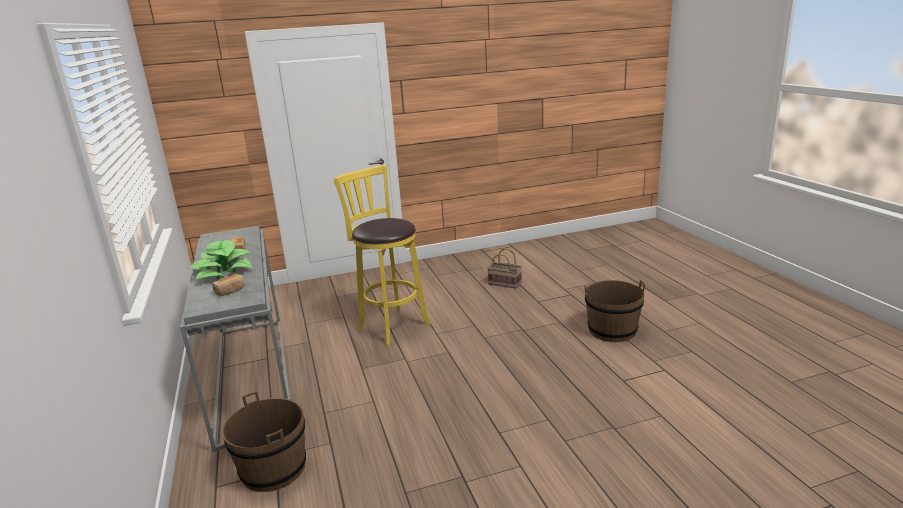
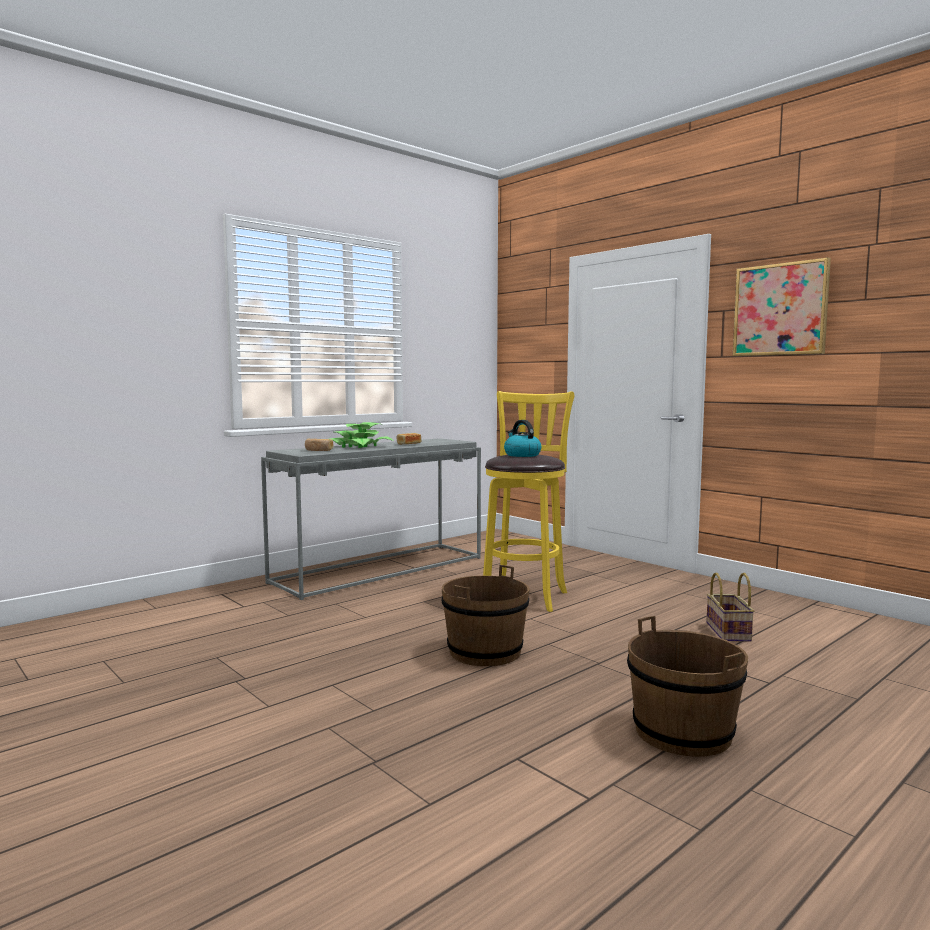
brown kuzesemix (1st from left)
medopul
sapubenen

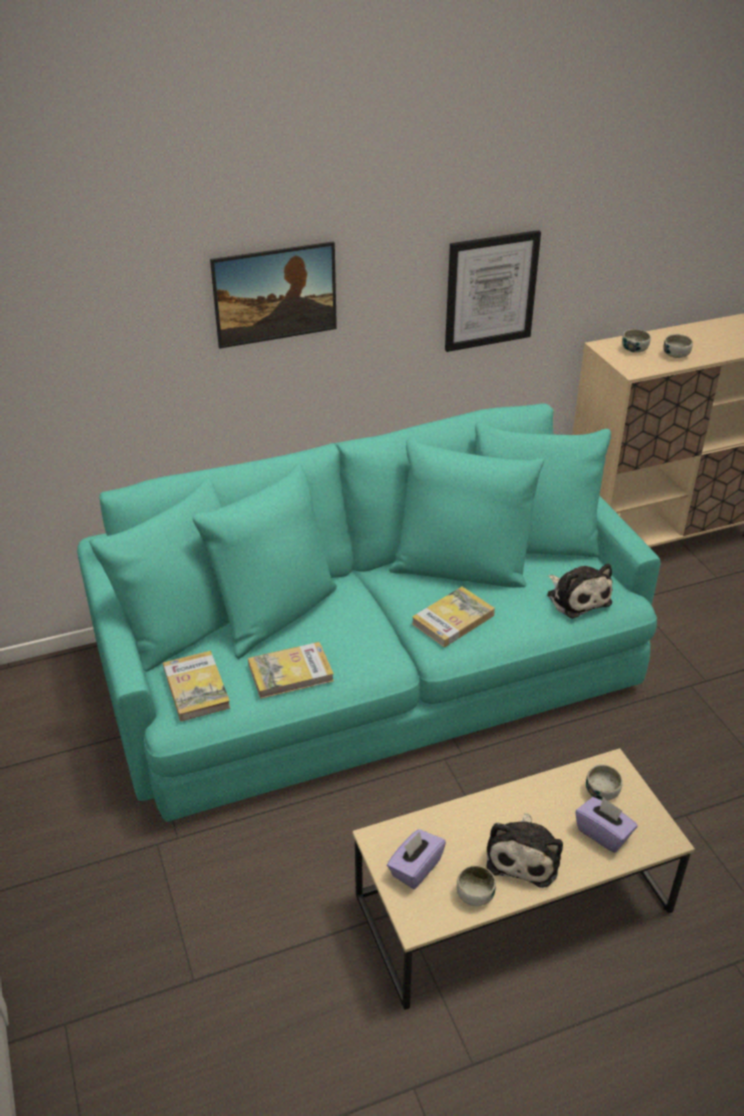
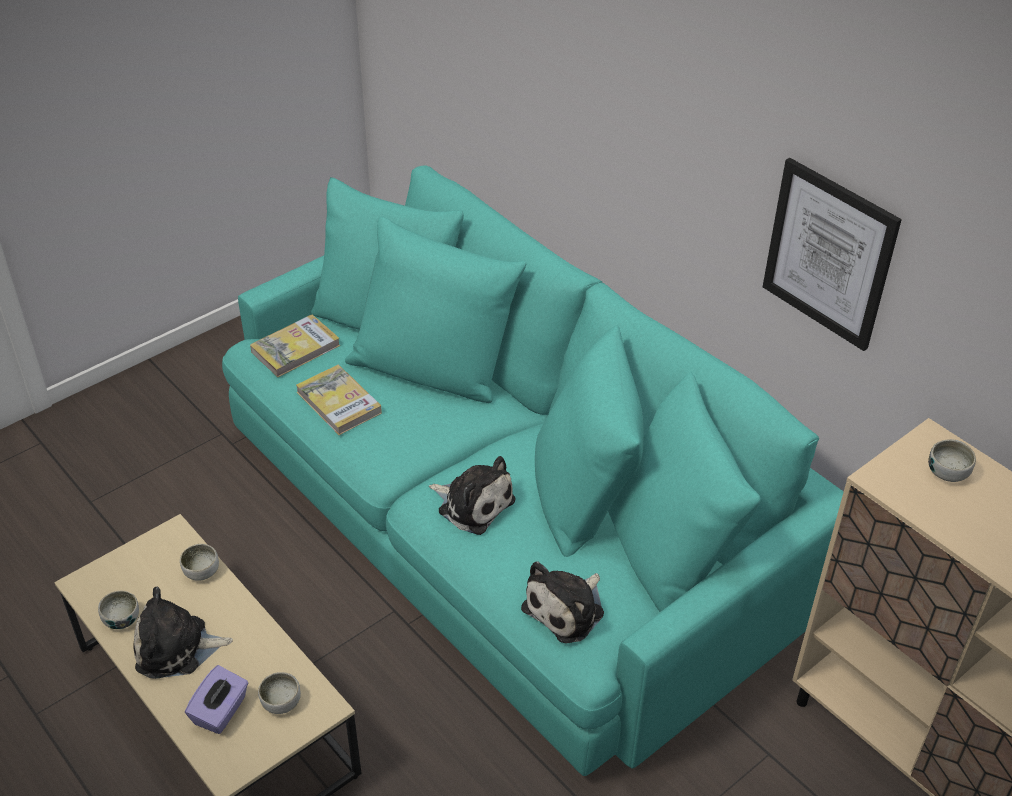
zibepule (2nd from left)
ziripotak (2nd from left)
sapubenen (1st from left in the first image)
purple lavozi (1st from left in the first image)

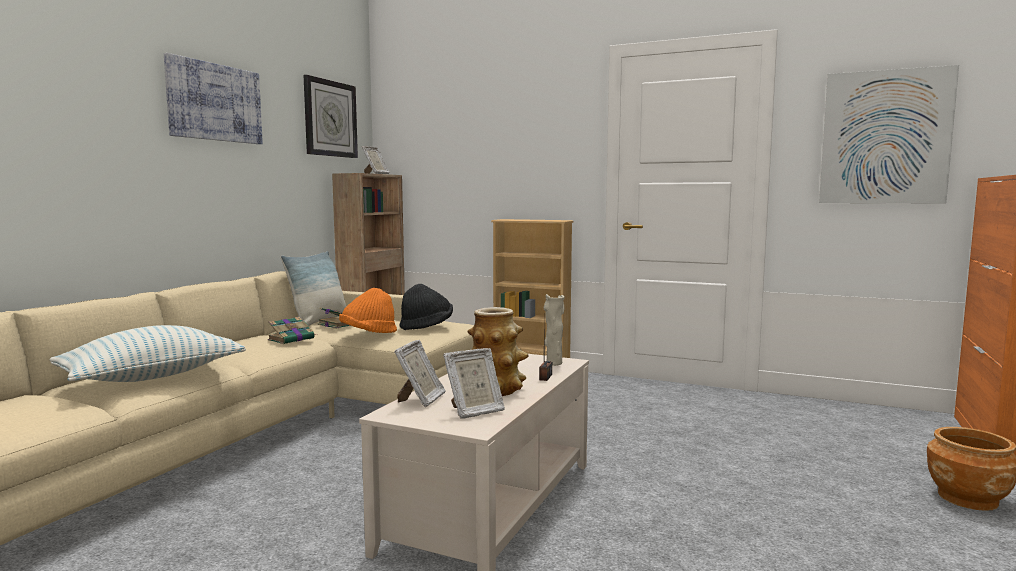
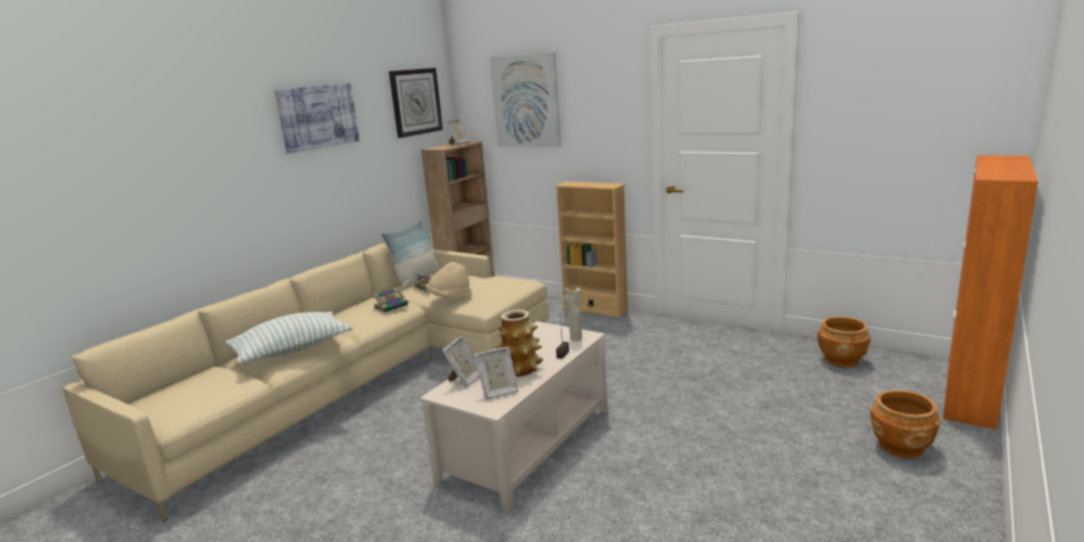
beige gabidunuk
sapubenen (2nd from left)
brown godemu (1st from left)
black gabidunuk

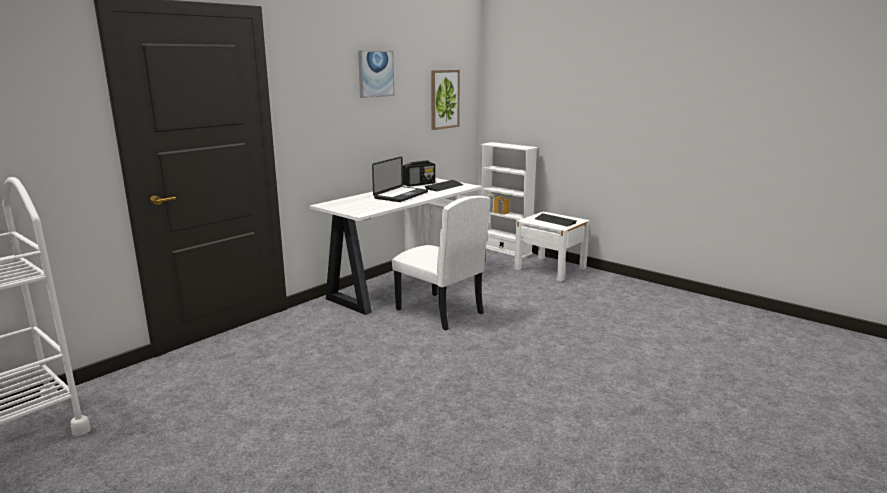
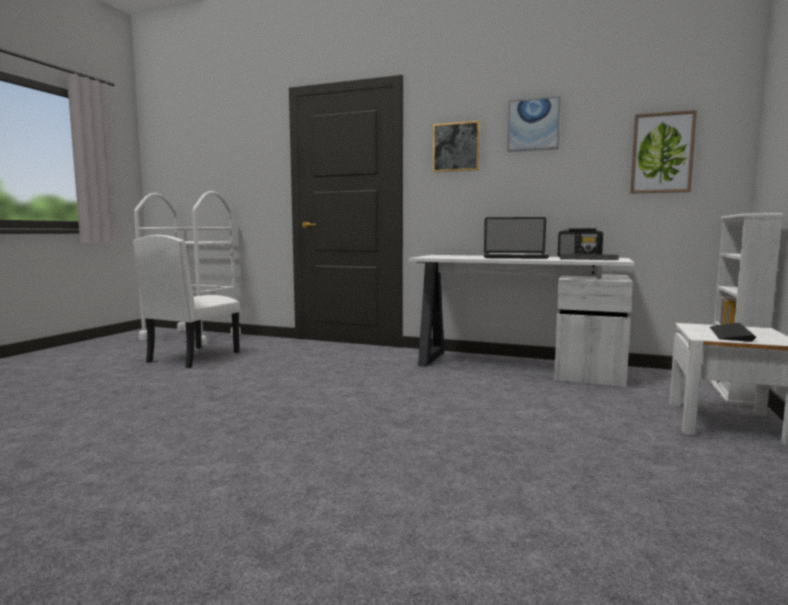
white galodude
sapubenen (1st from left)

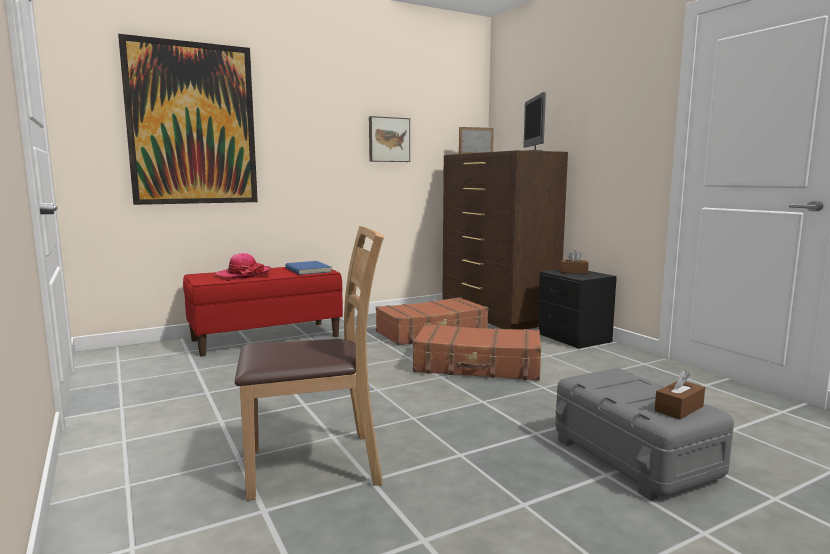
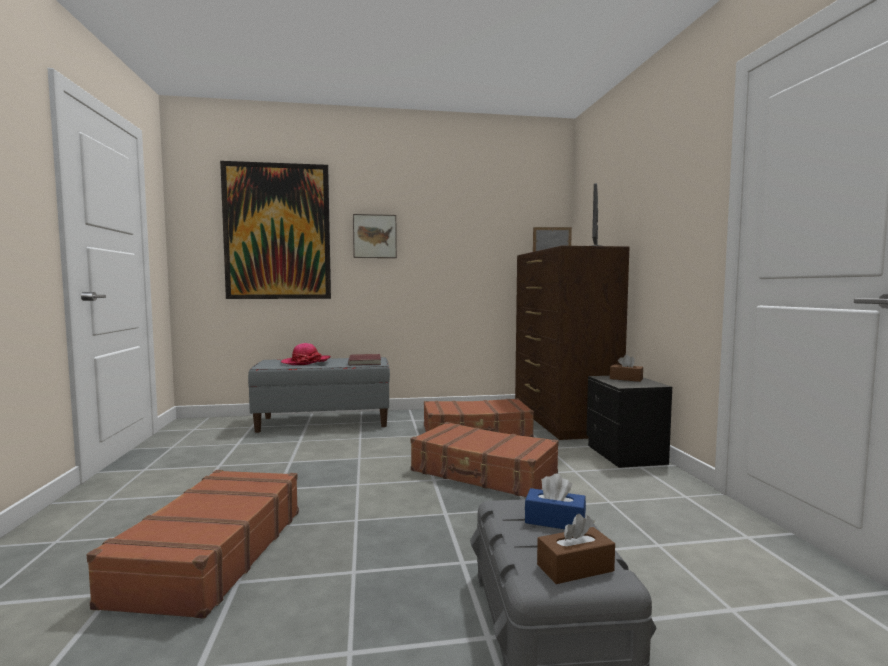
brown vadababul (1st from left)
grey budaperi
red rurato
sapubenen (2nd from left)
blue lavozi

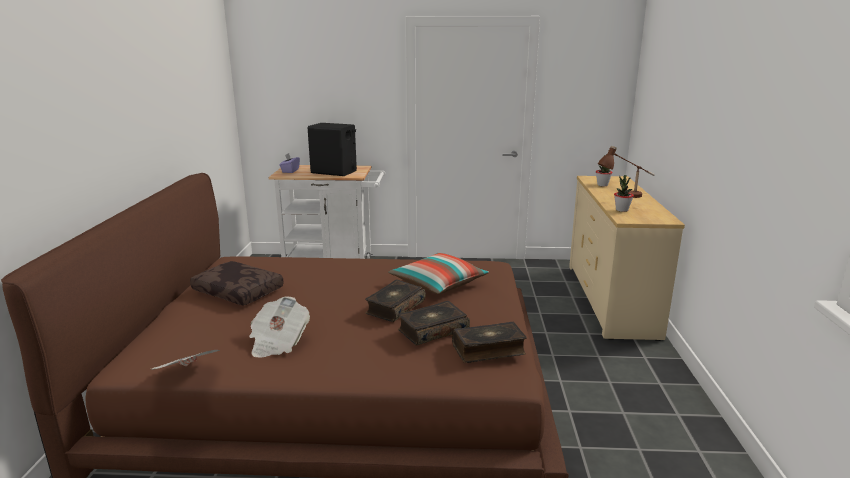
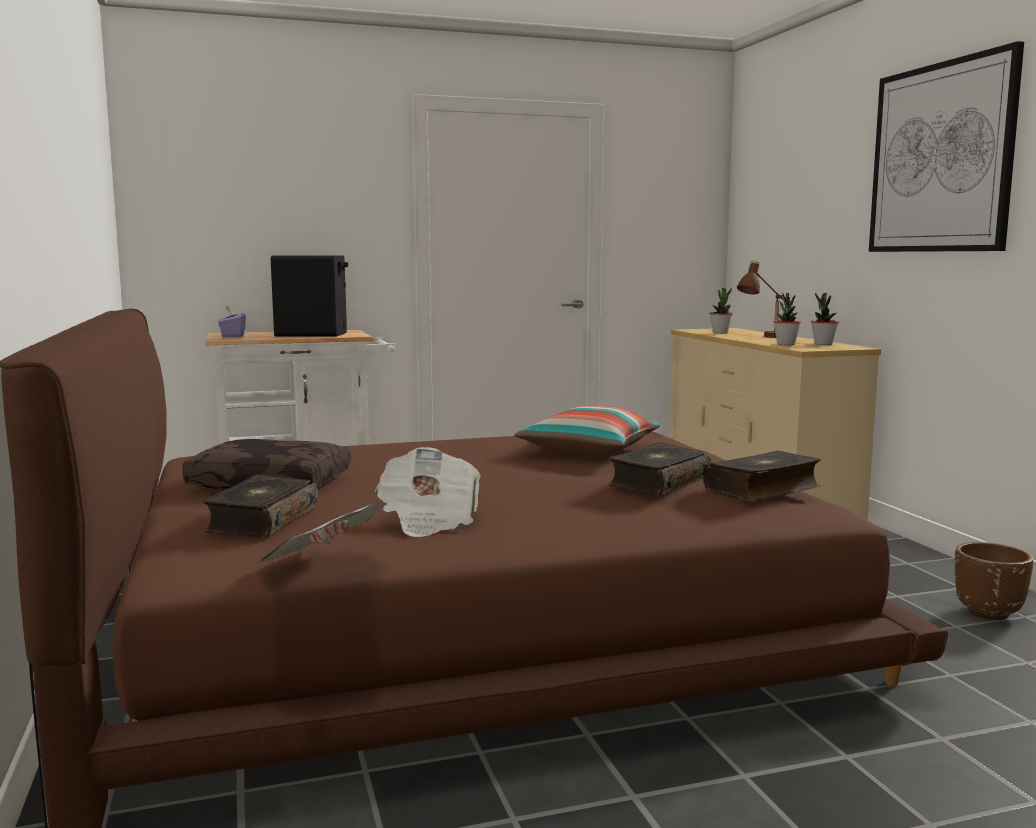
rurato (1st from left)
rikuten (3rd from left)
sapubenen
brown godemu

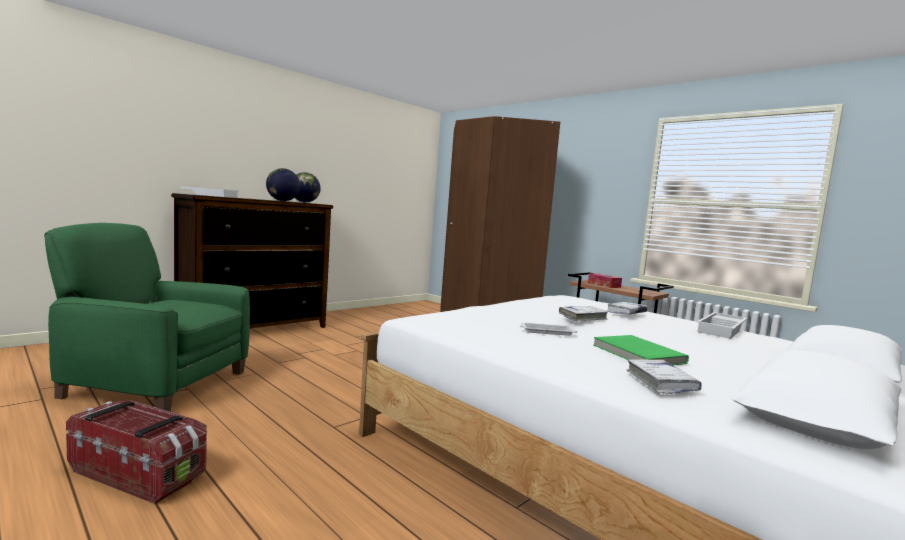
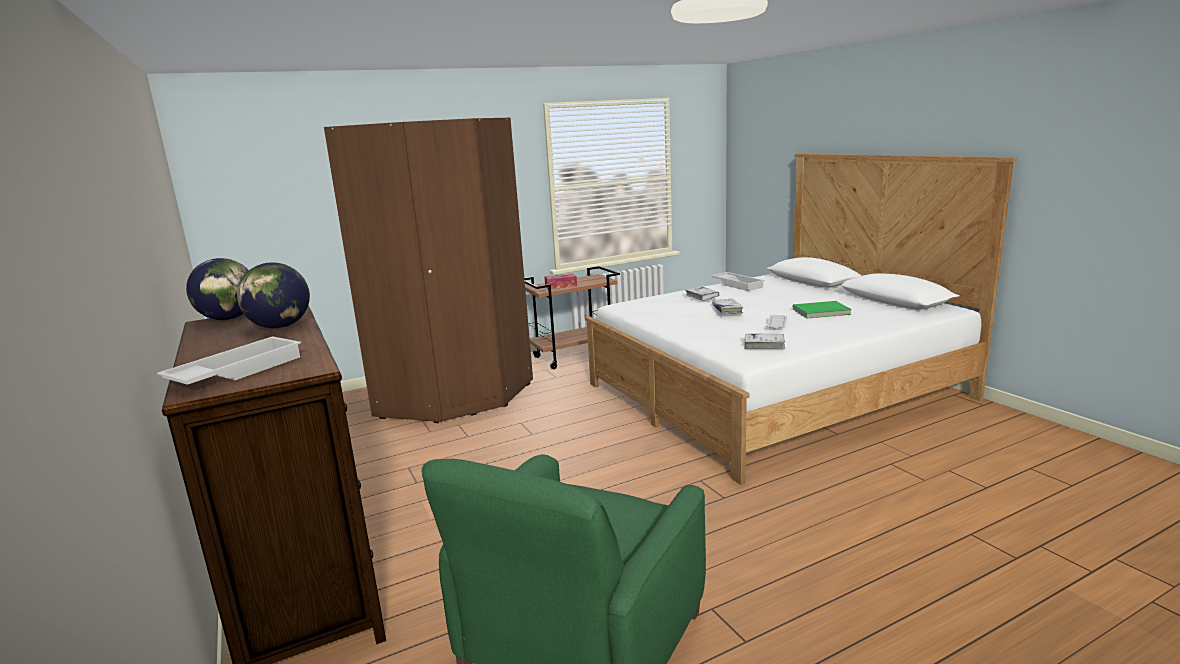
white rurato (3rd from left)
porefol

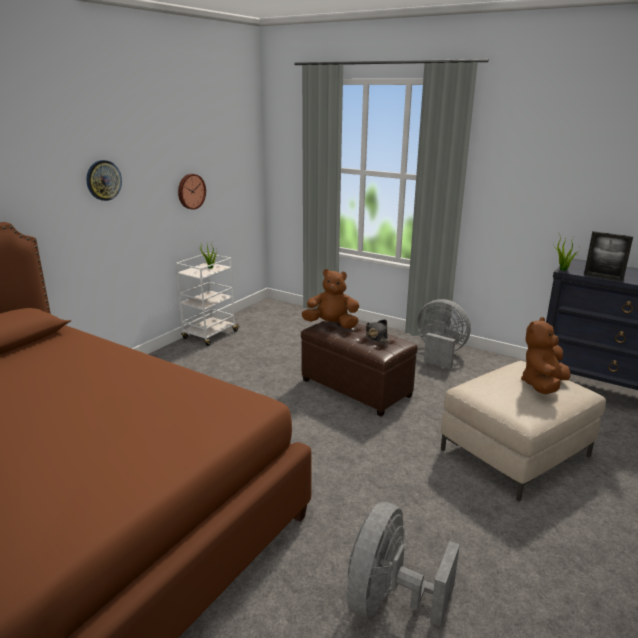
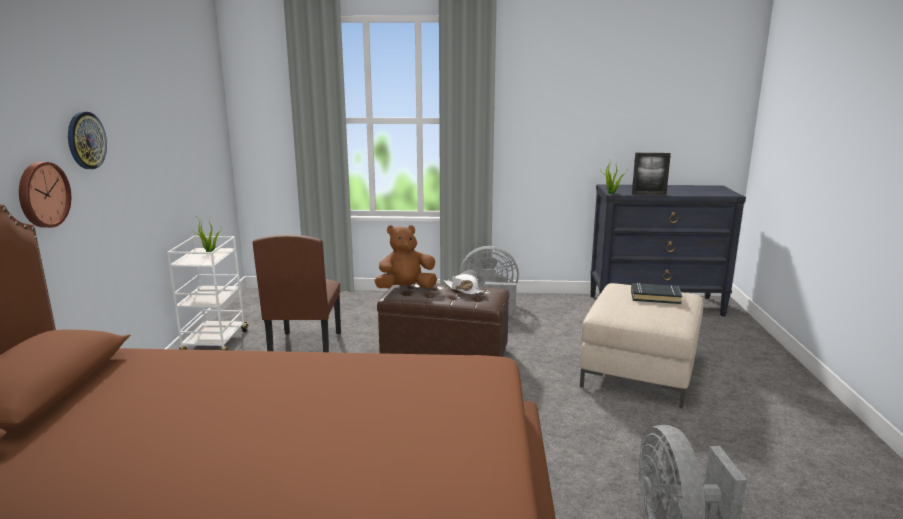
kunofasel (1st from left)
brown galodude
white gabidunuk
black rurato

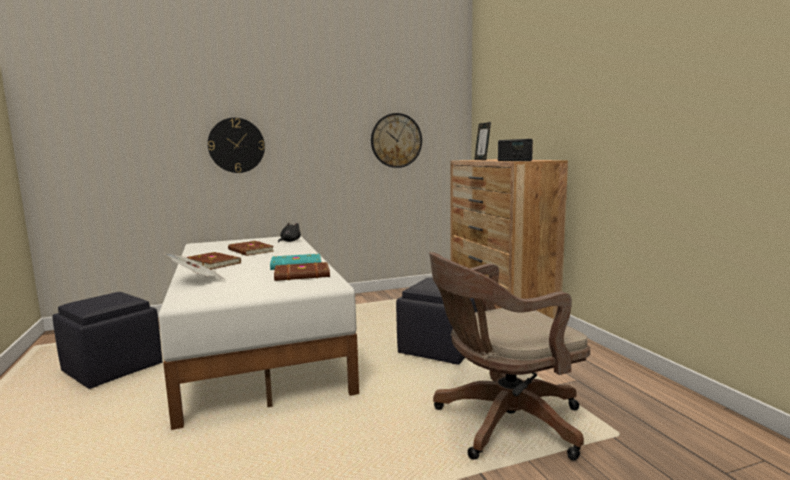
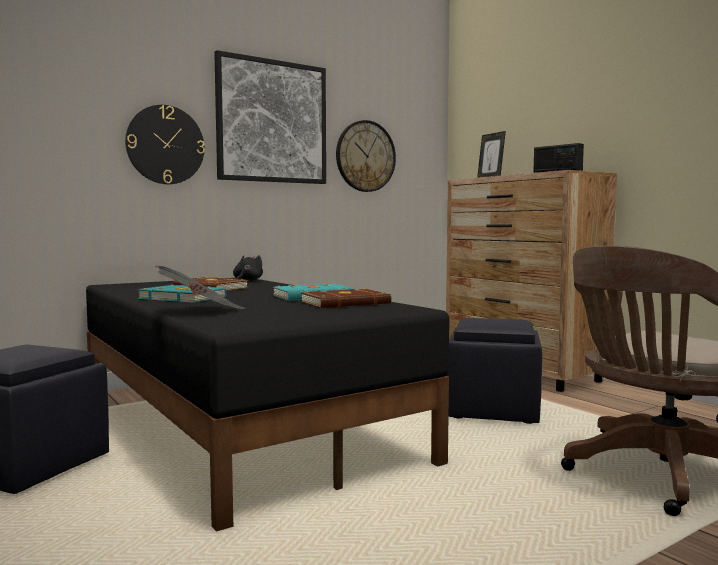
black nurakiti
turquoise rurato (1st from left)
sapubenen

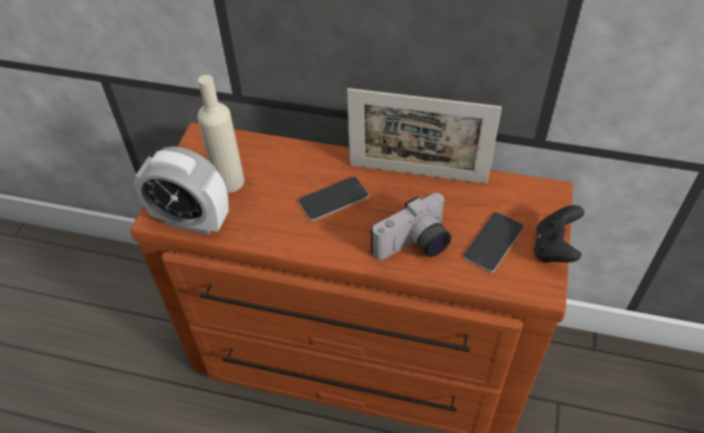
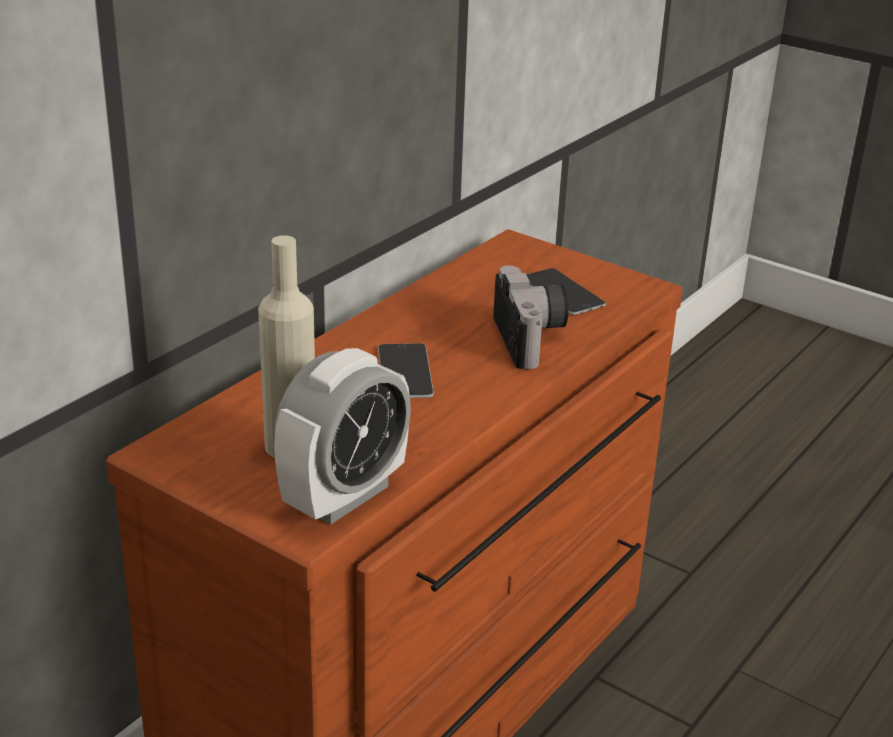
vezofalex
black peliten

